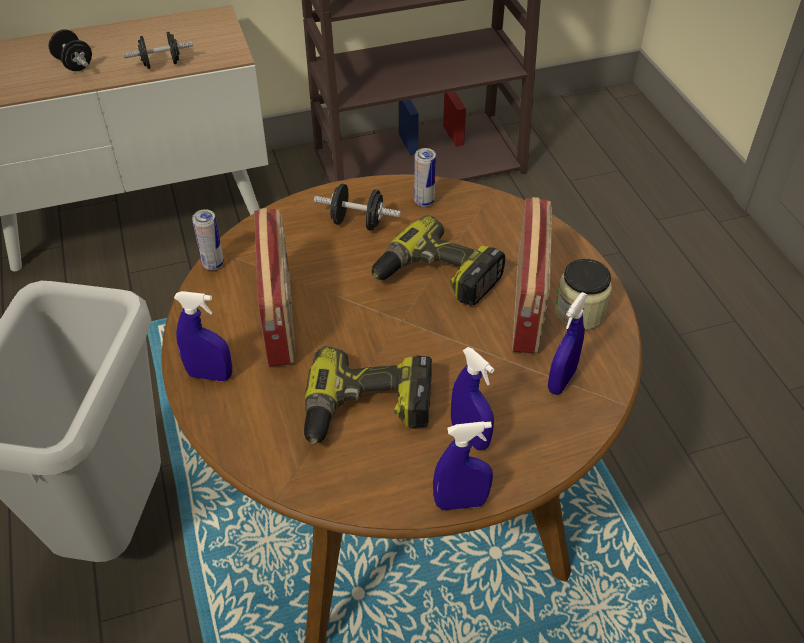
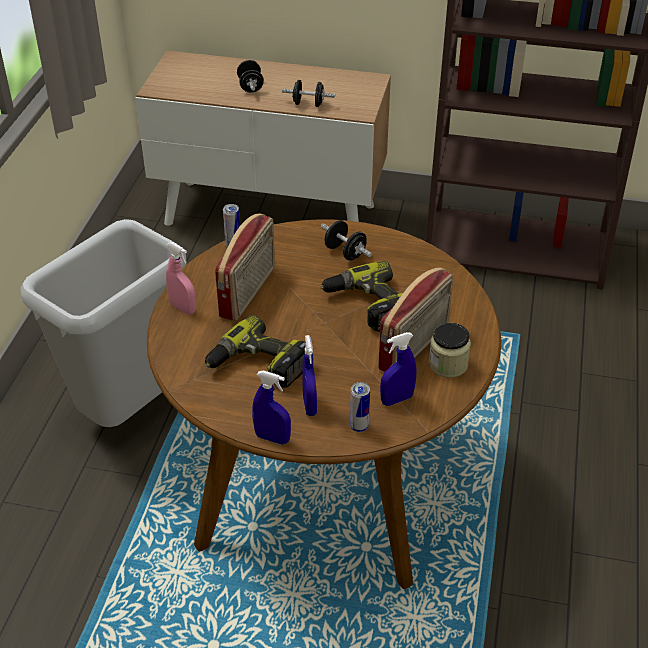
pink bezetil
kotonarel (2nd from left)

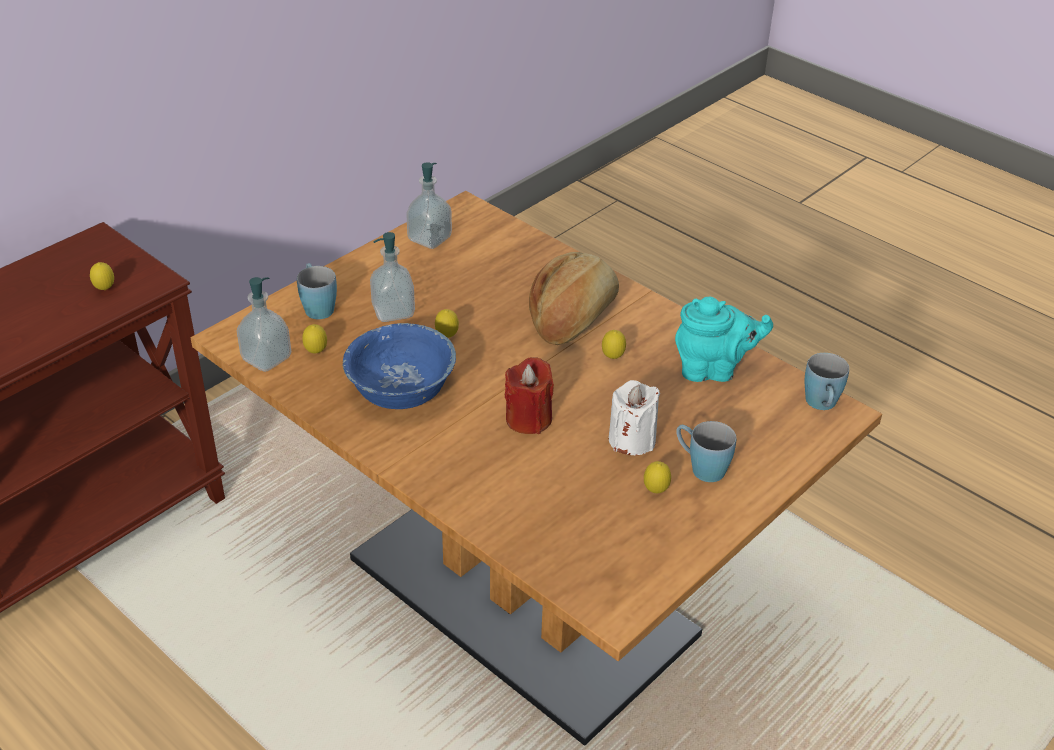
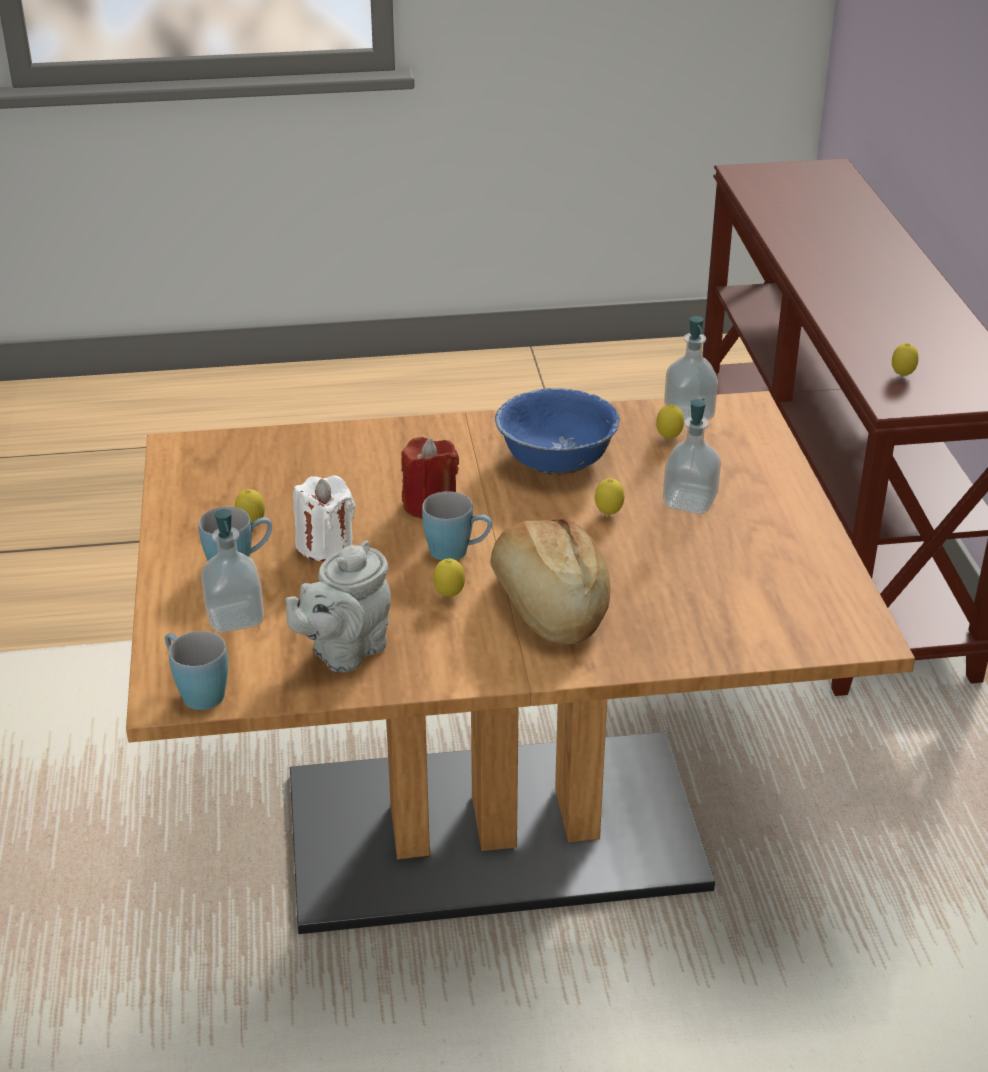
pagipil (1st from left)
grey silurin
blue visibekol (3rd from left)

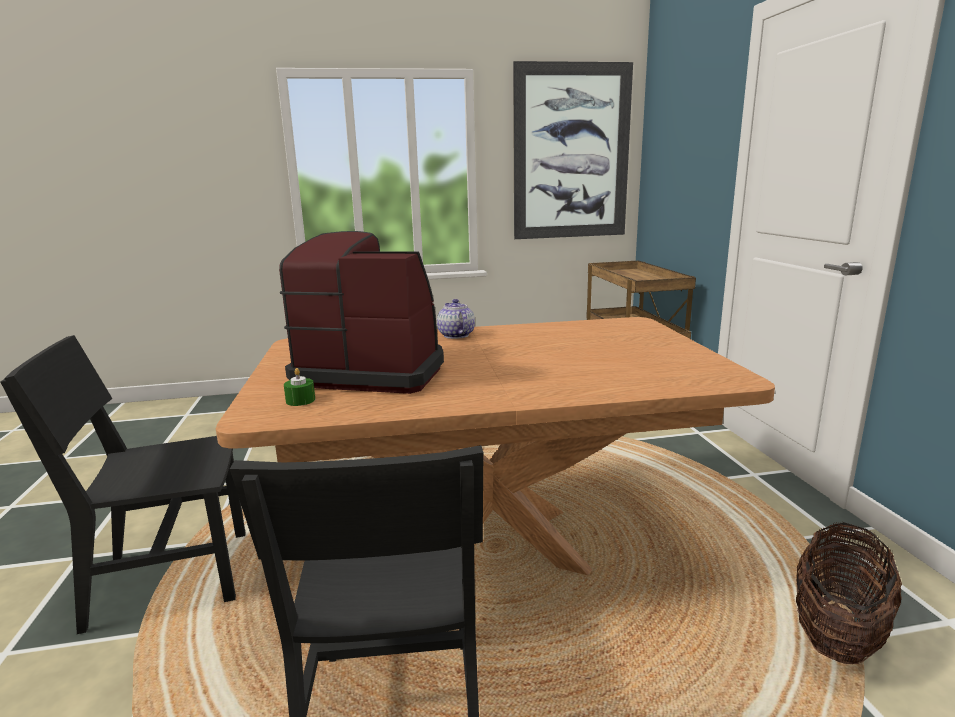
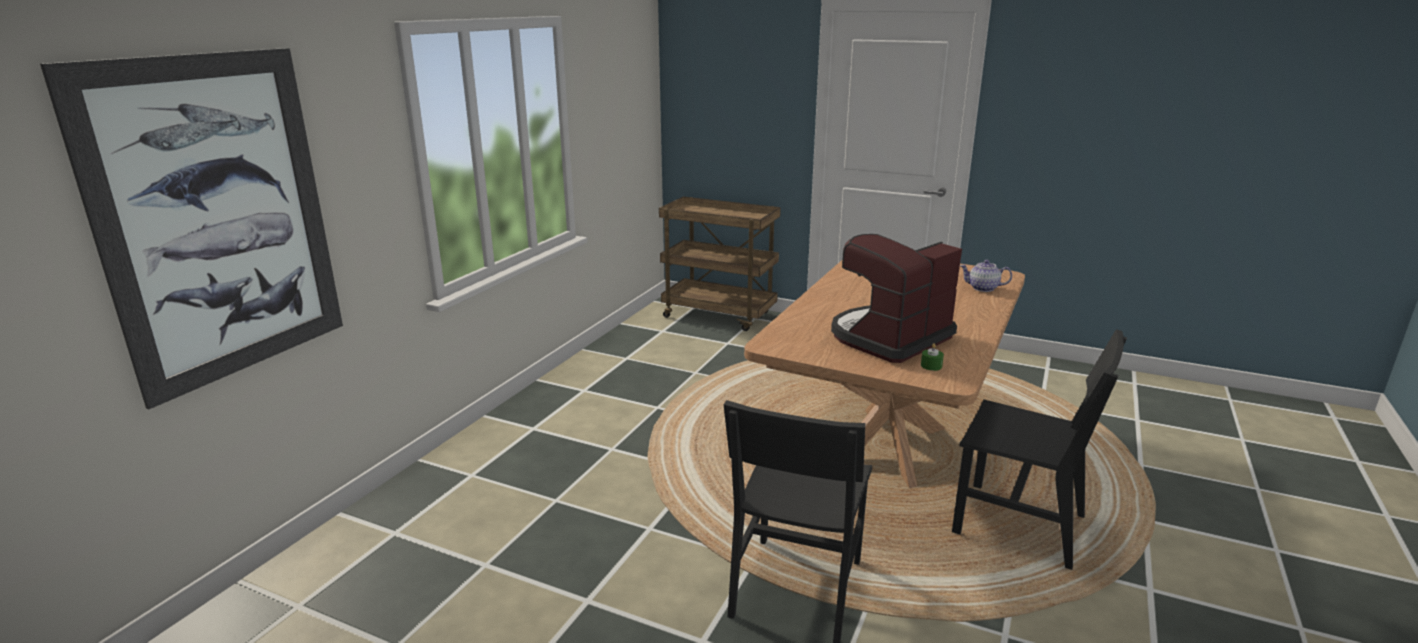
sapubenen
silurin
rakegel

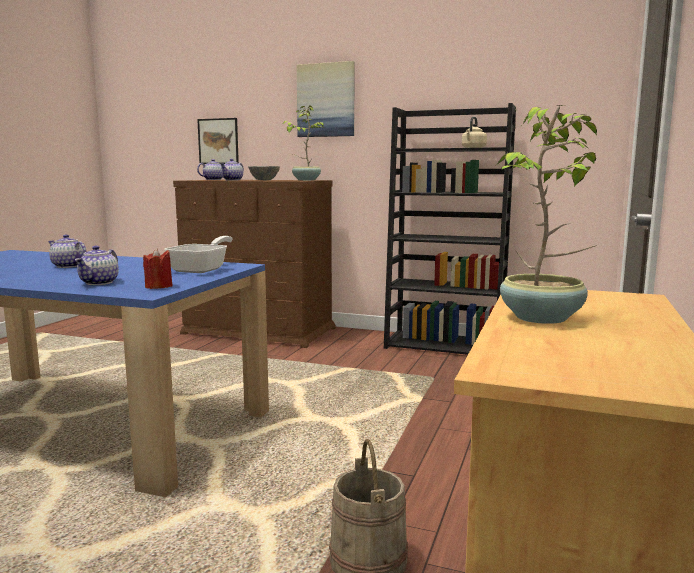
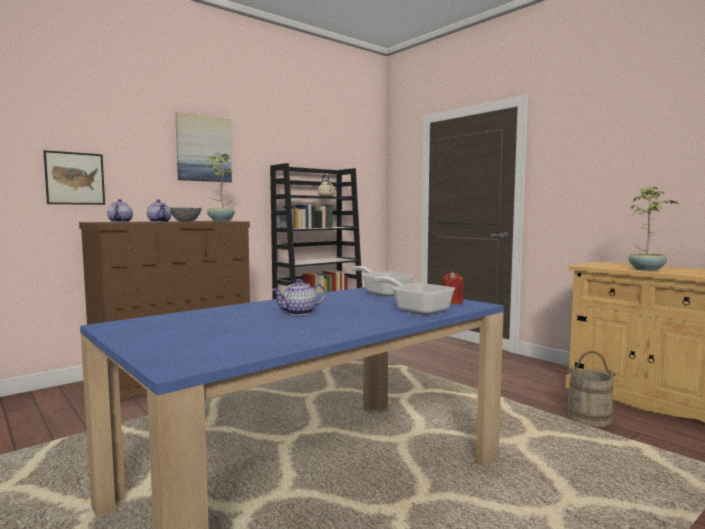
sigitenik (2nd from left)

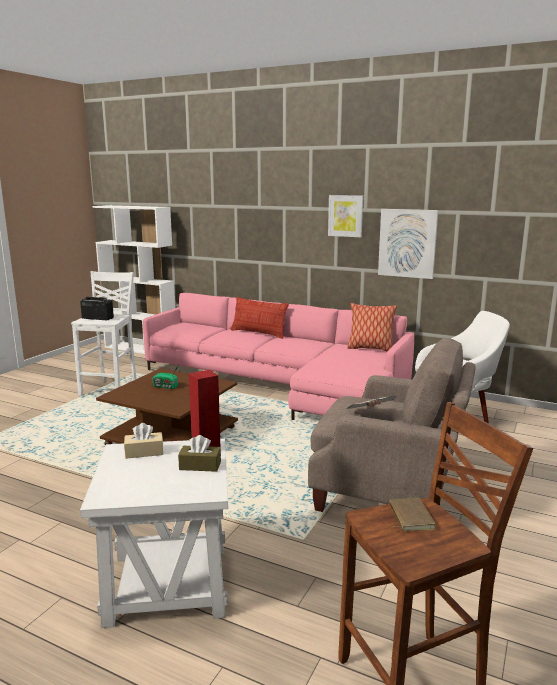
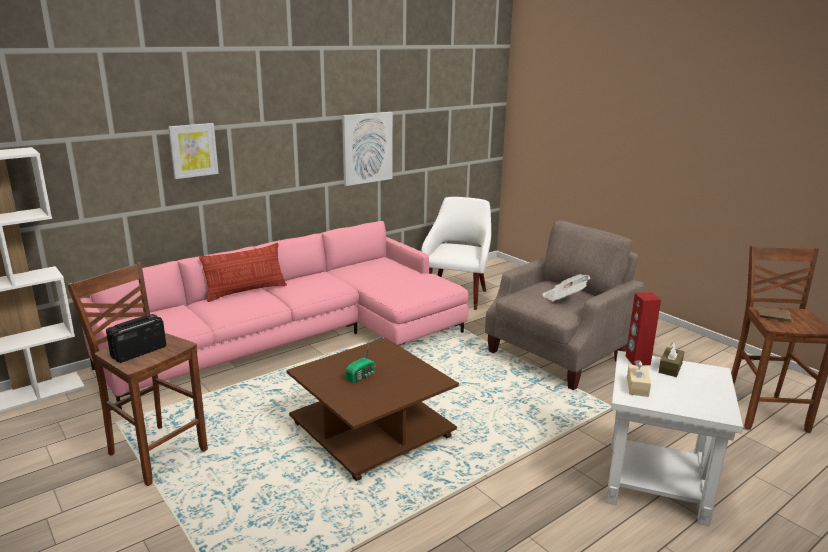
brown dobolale (1st from left)
sapubenen (1st from left)
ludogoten (2nd from left in the first image)

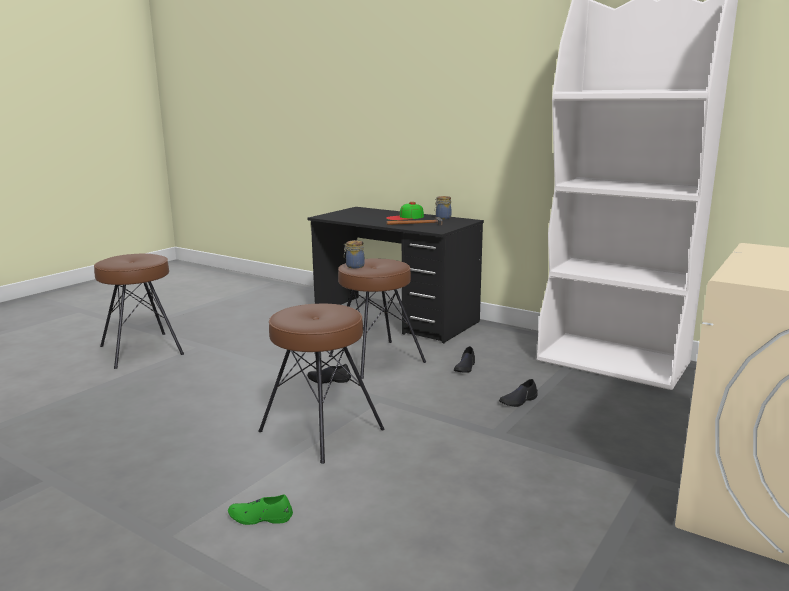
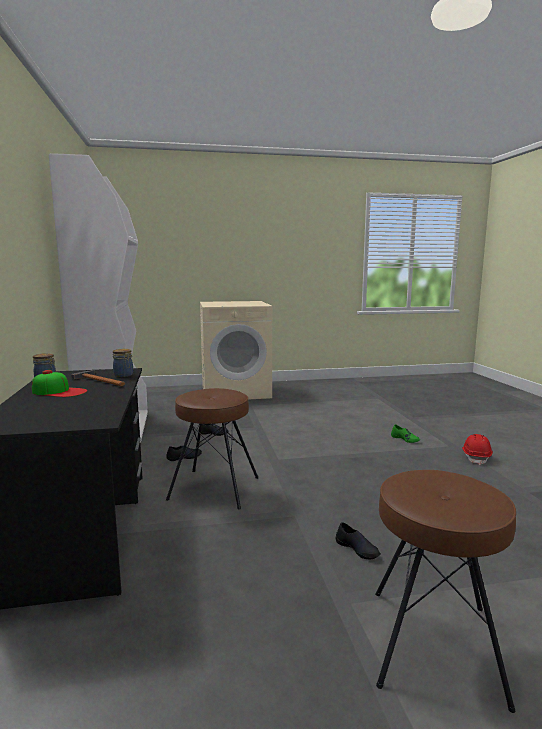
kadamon (2nd from left)
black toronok (3rd from left)
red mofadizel
brown dobolale (2nd from left in the first image)

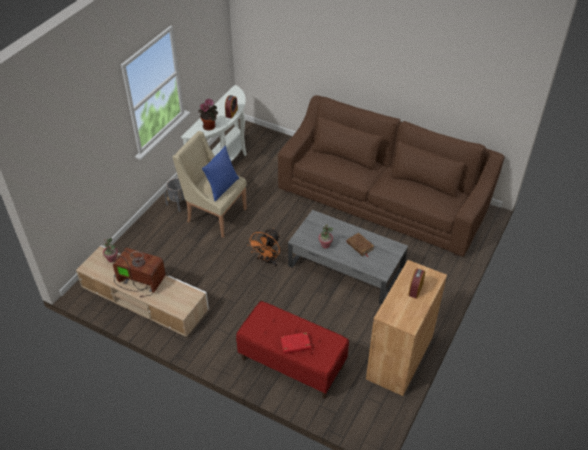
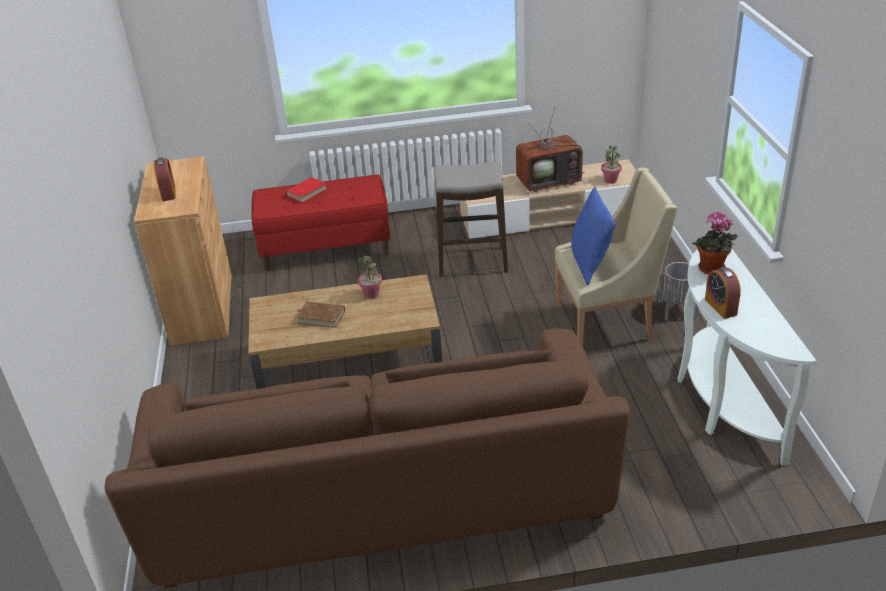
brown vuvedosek
dobolale
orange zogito

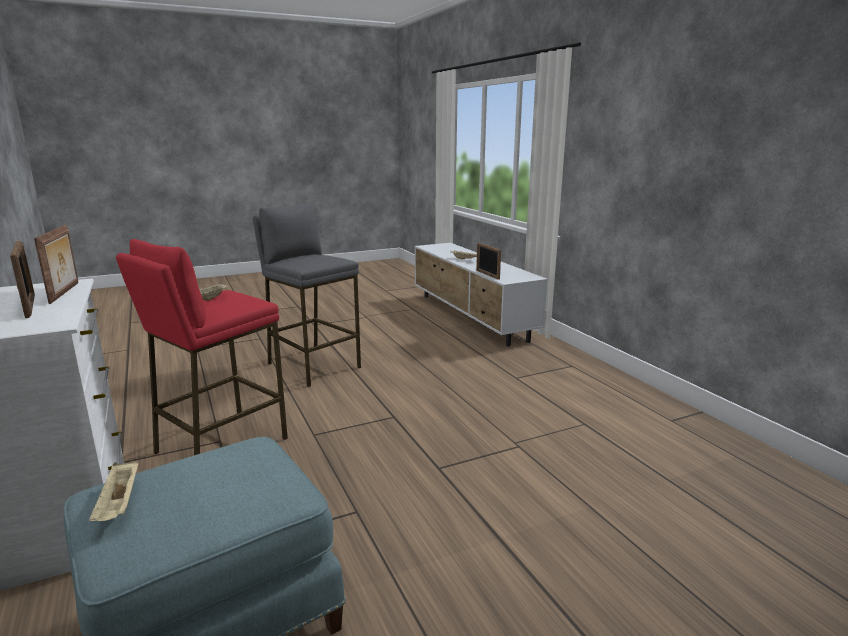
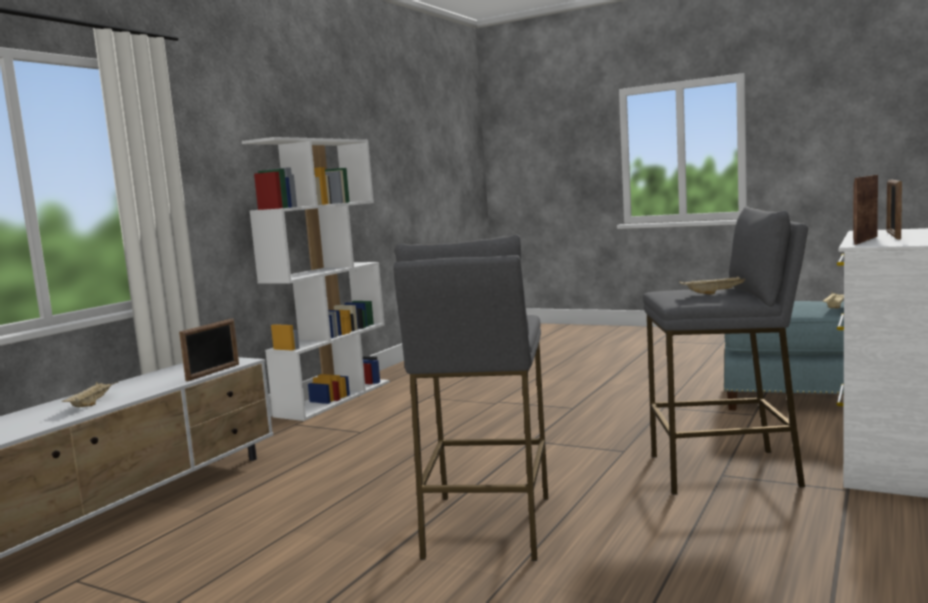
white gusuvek
grey dobolale (2nd from left)

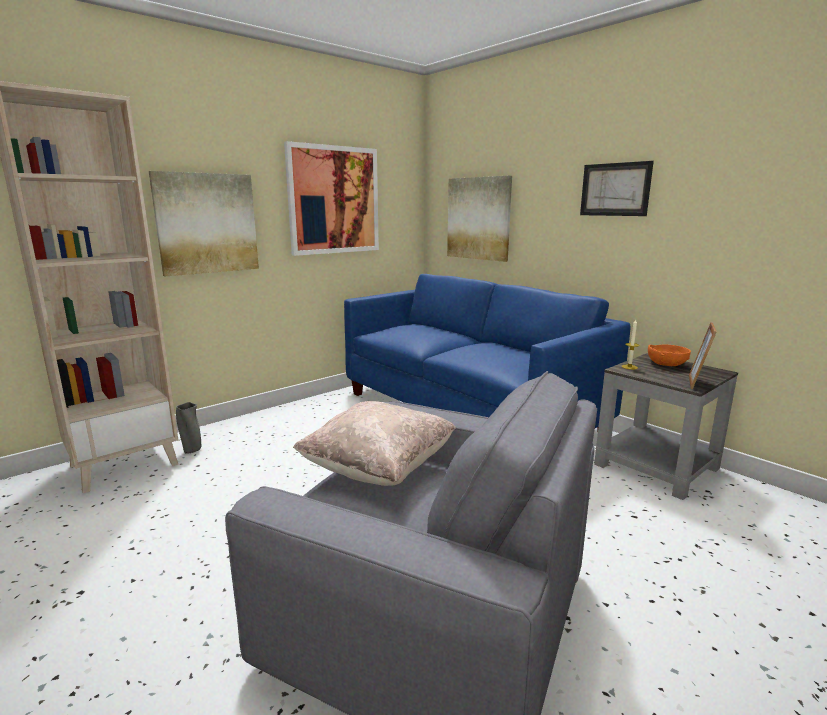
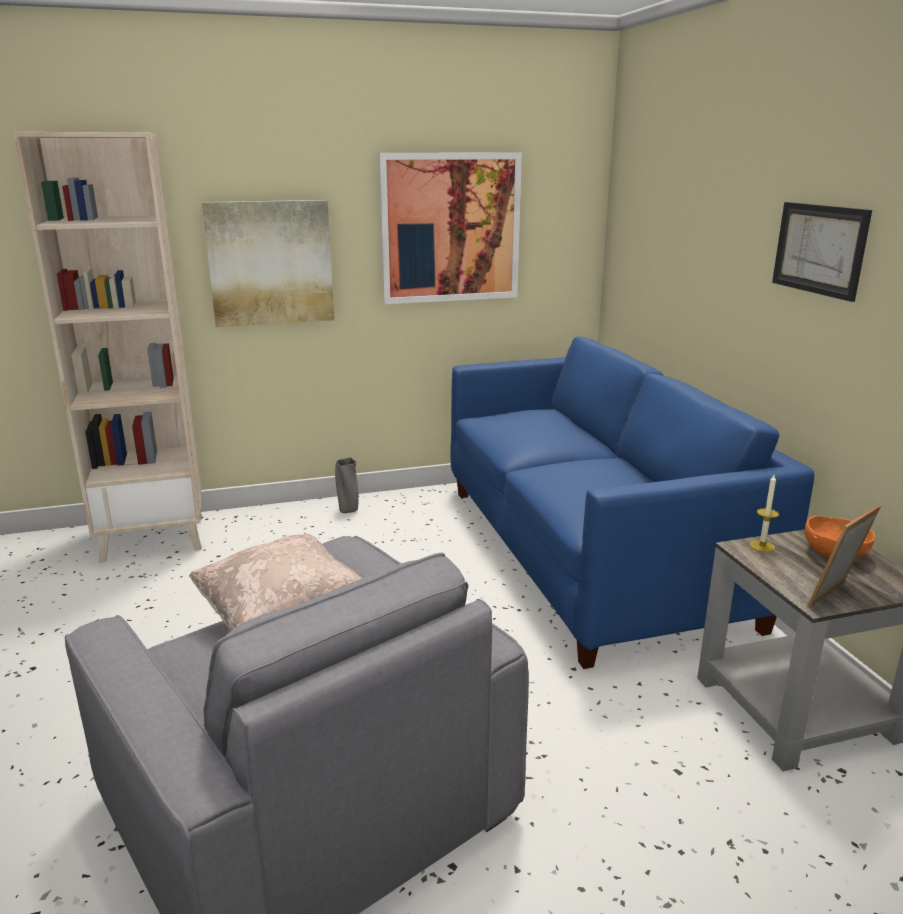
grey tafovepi
sapubenen (3rd from left in the first image)

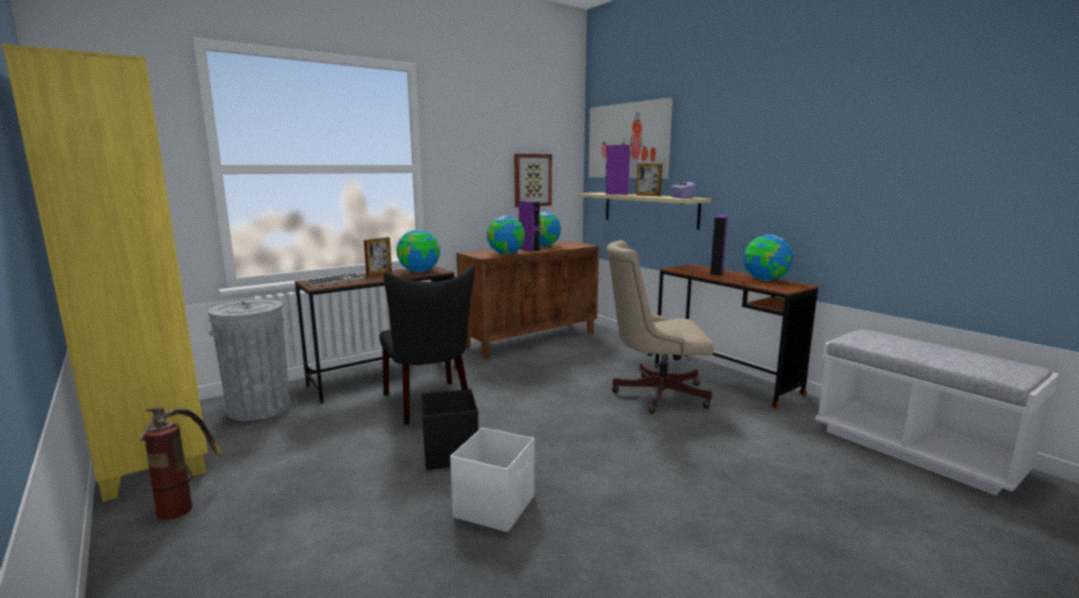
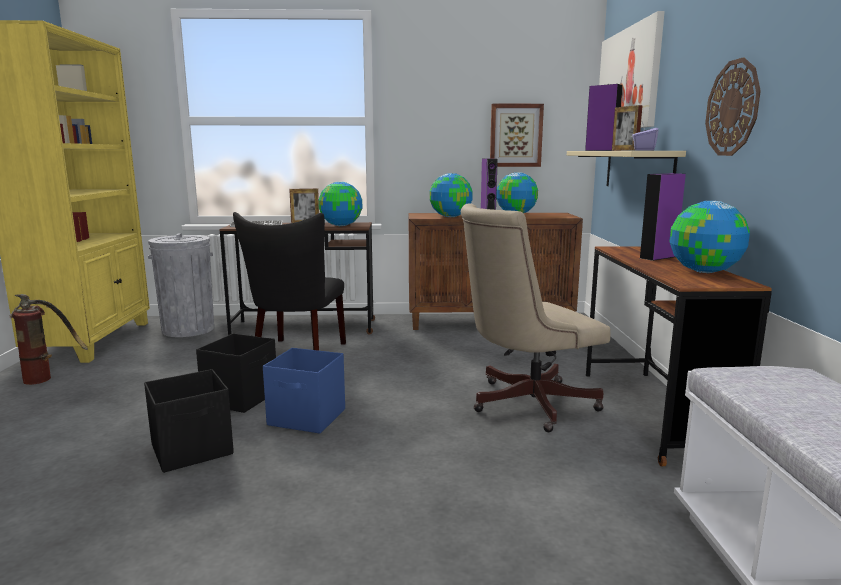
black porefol (1st from left)
blue porefol
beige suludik
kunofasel

